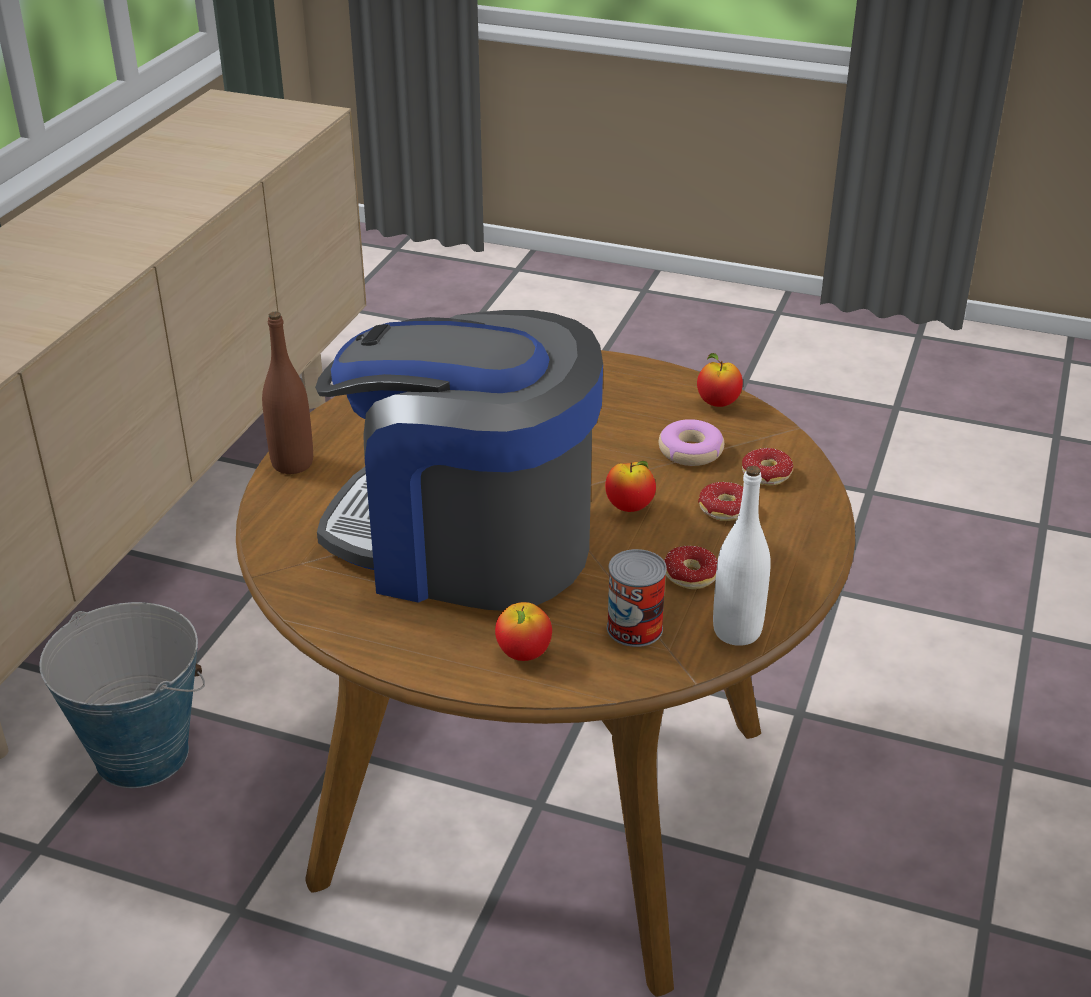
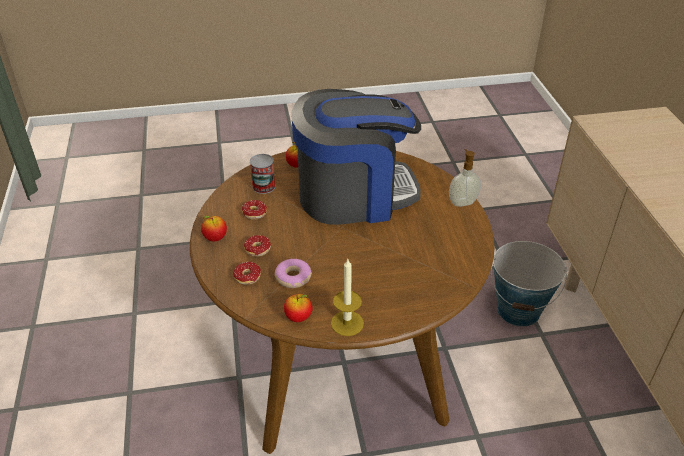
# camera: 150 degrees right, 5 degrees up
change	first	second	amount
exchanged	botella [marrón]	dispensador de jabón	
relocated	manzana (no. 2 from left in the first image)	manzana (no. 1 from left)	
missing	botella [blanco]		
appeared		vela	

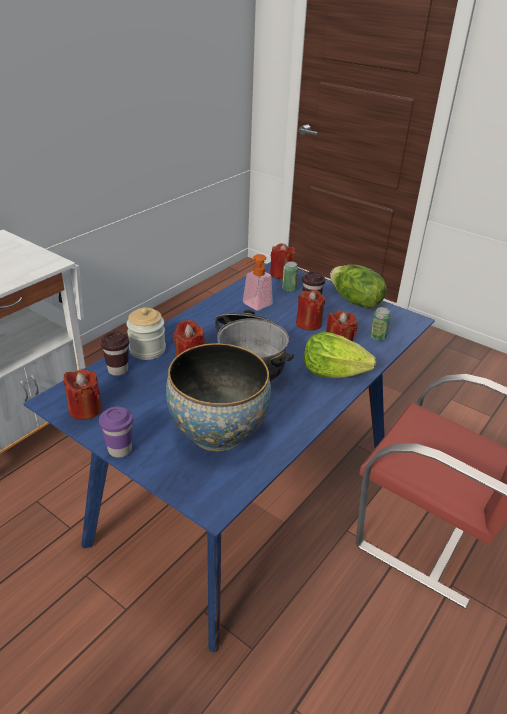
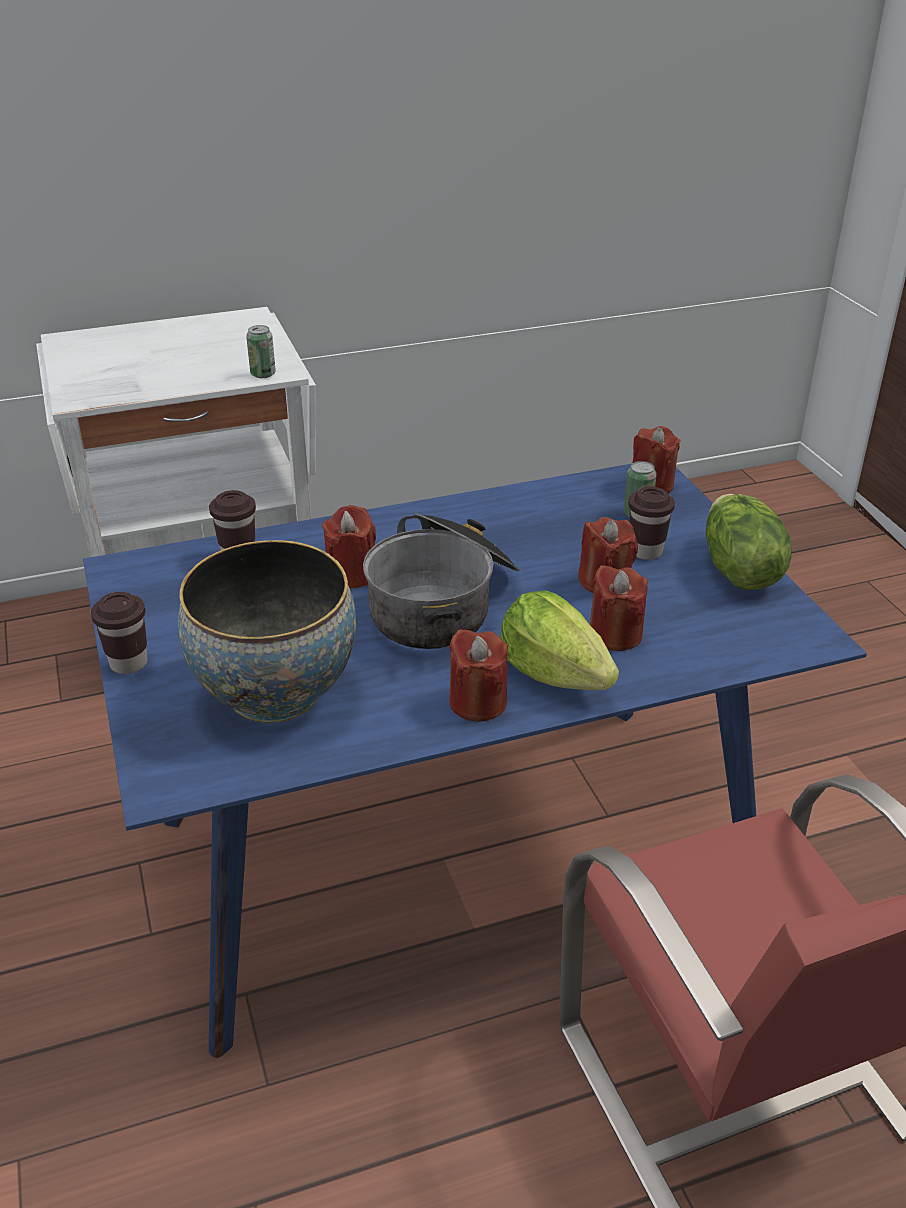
# camera: 35 degrees right, 0 degrees up
change	first	second	amount
relocated	vela [rojo] (no. 1 from left in the first image)	vela [rojo] (no. 2 from left)	
colour	taza [morado]	taza [marrón] (no. 1 from left)	
missing	tarro		
missing	dispensador de jabón		
relocated	lata (no. 2 from left in the first image)	lata (no. 1 from left)	

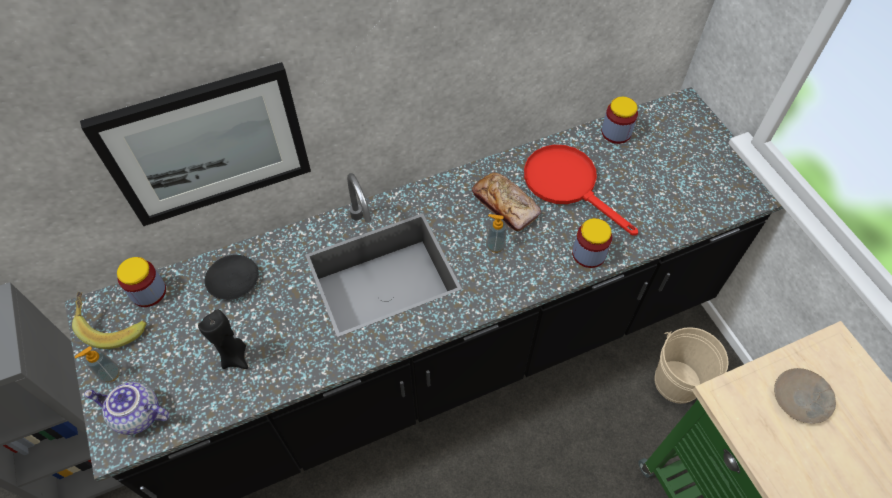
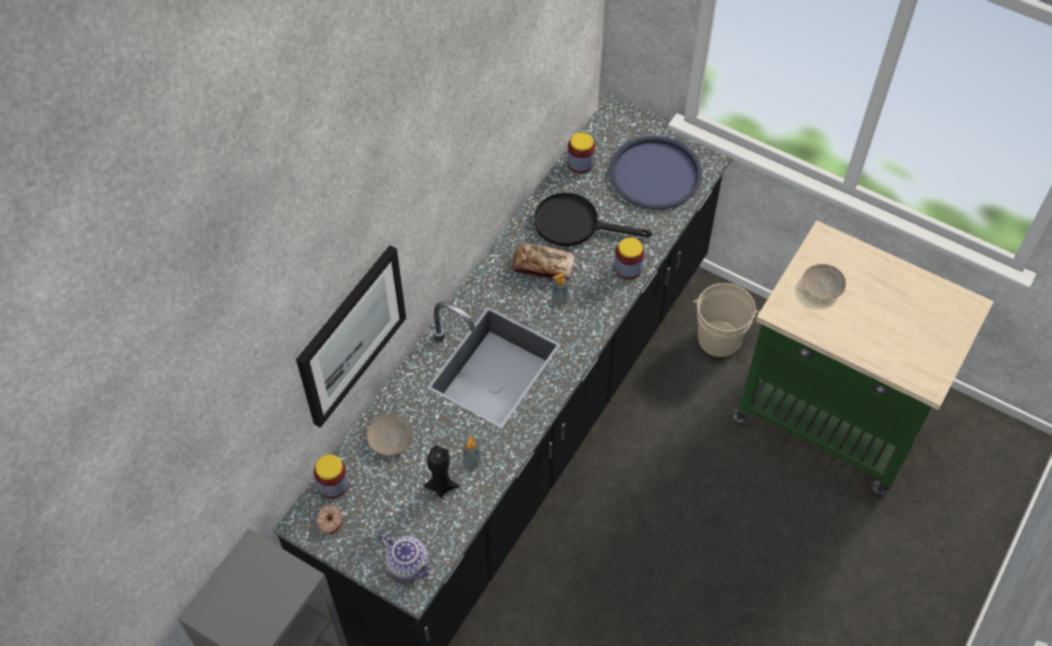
# camera: 35 degrees left, 0 degrees up
change	first	second	amount
exchanged	plátano	rosquilla	
relocated	dispensador de jabón (no. 1 from left)		
spun	tetera		120 degrees counterclockwise
colour	plato [negro]	plato [beis] (no. 1 from left)	
colour	sartén [rojo]	sartén [negro]	
appeared		bandeja [azul]	

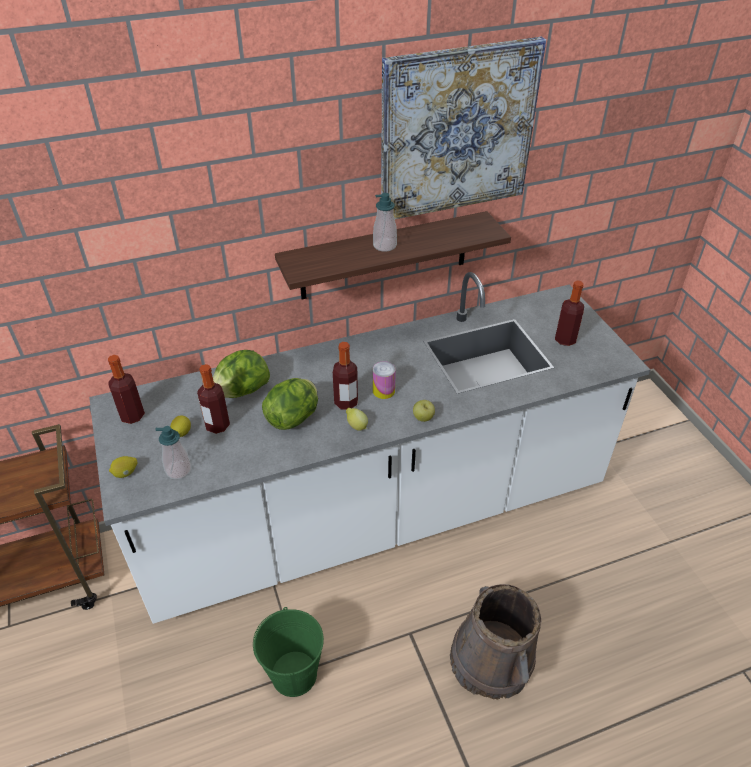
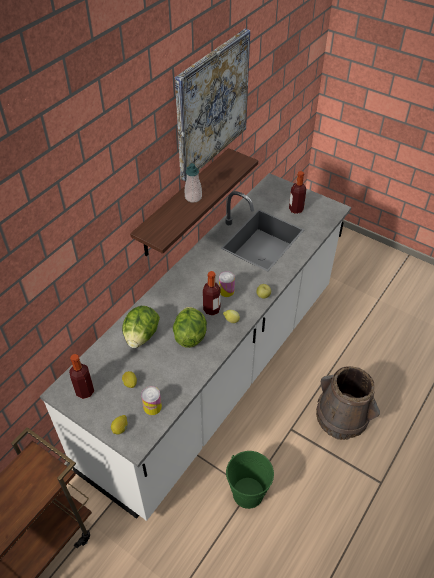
# camera: 35 degrees left, 5 degrees up
change	first	second	amount
exchanged	dispensador de jabón (no. 1 from left)	lata (no. 1 from left)	
missing	botella (no. 2 from left)		

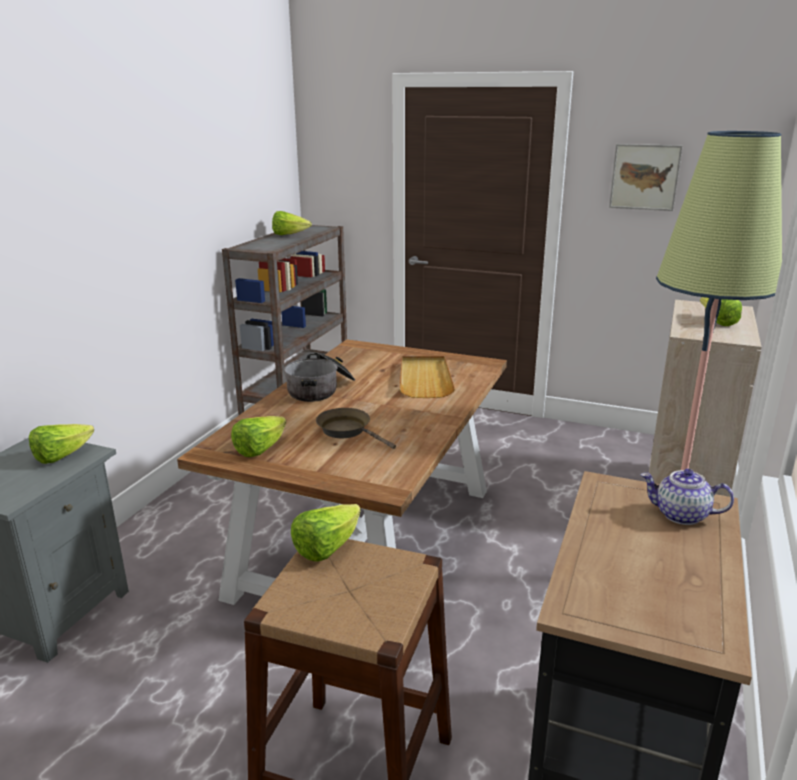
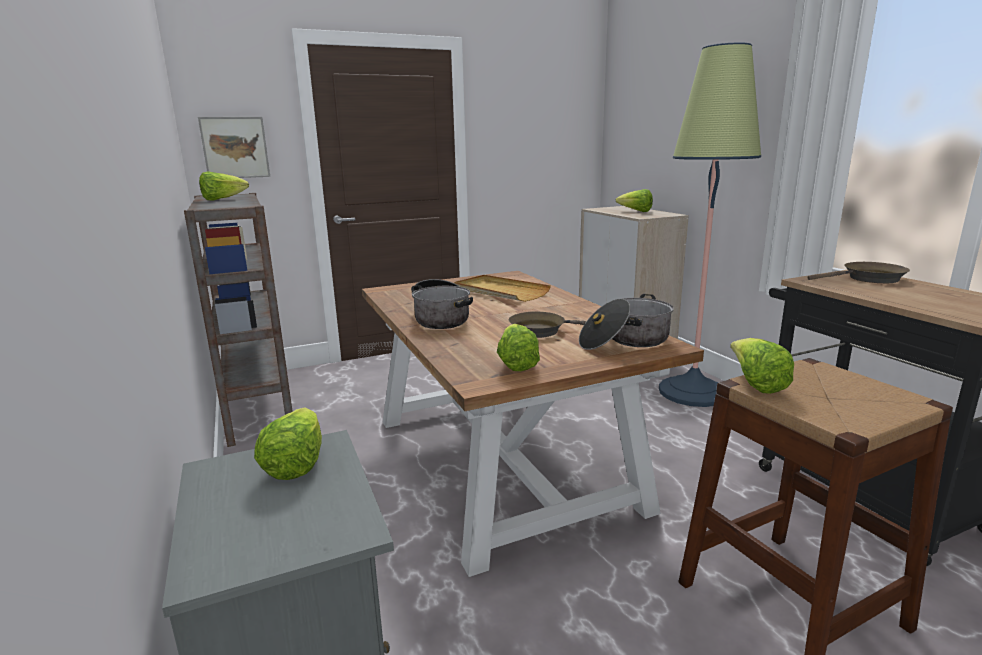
# camera: 45 degrees left, 5 degrees down
change	first	second	amount
relocated	cuadro		
exchanged	tetera	sartén [marrón] (no. 2 from left)	
appeared		olla (no. 2 from left)	

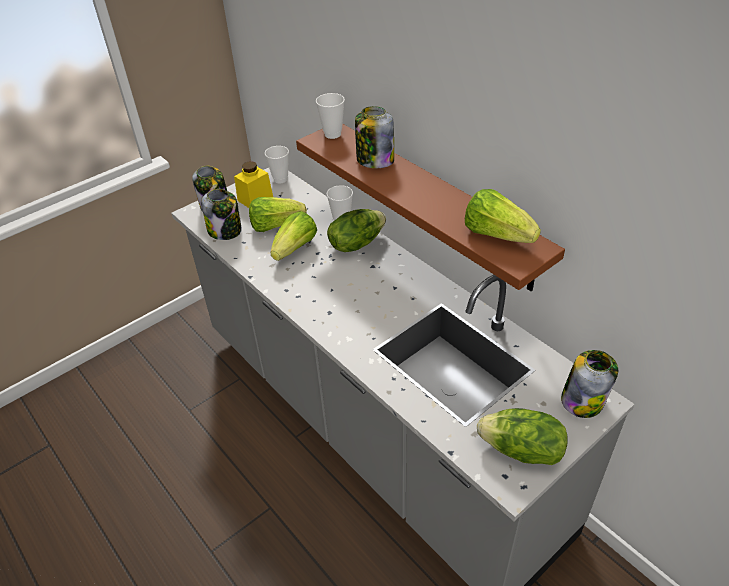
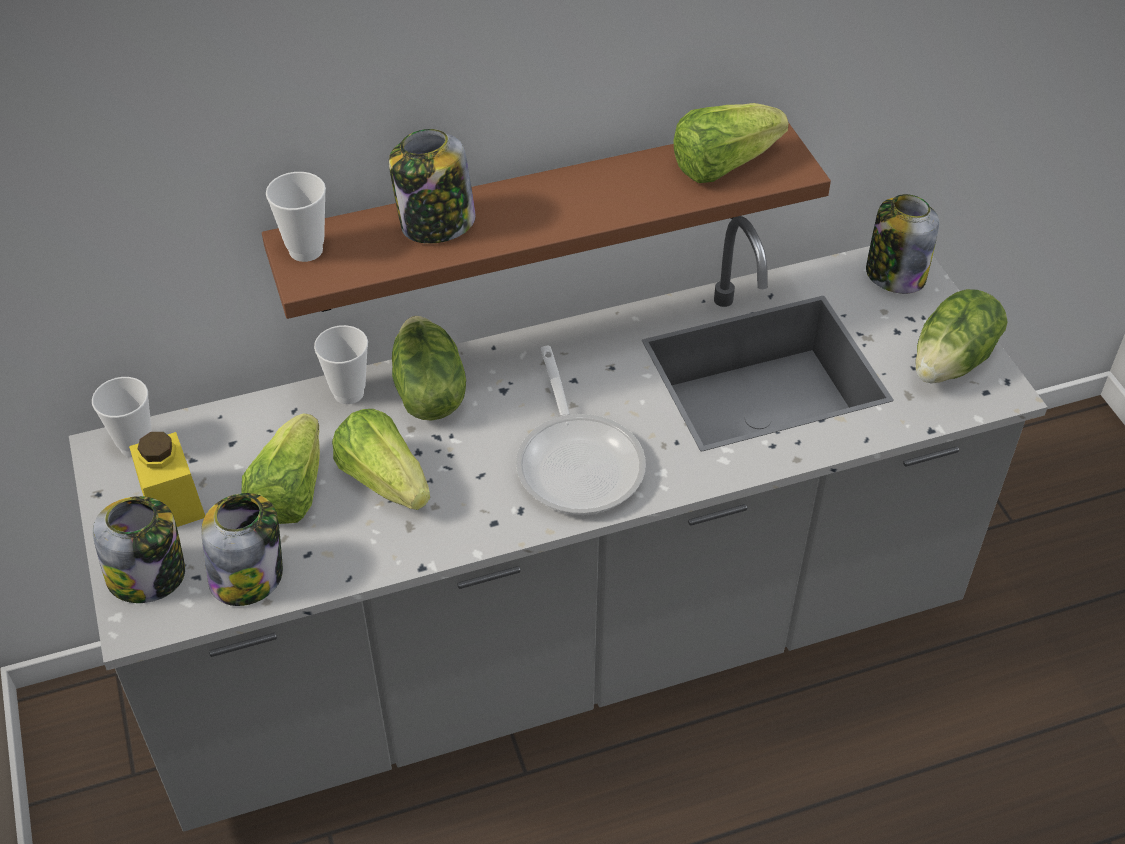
# camera: 70 degrees left, 5 degrees up
change	first	second	amount
appeared		sartén	

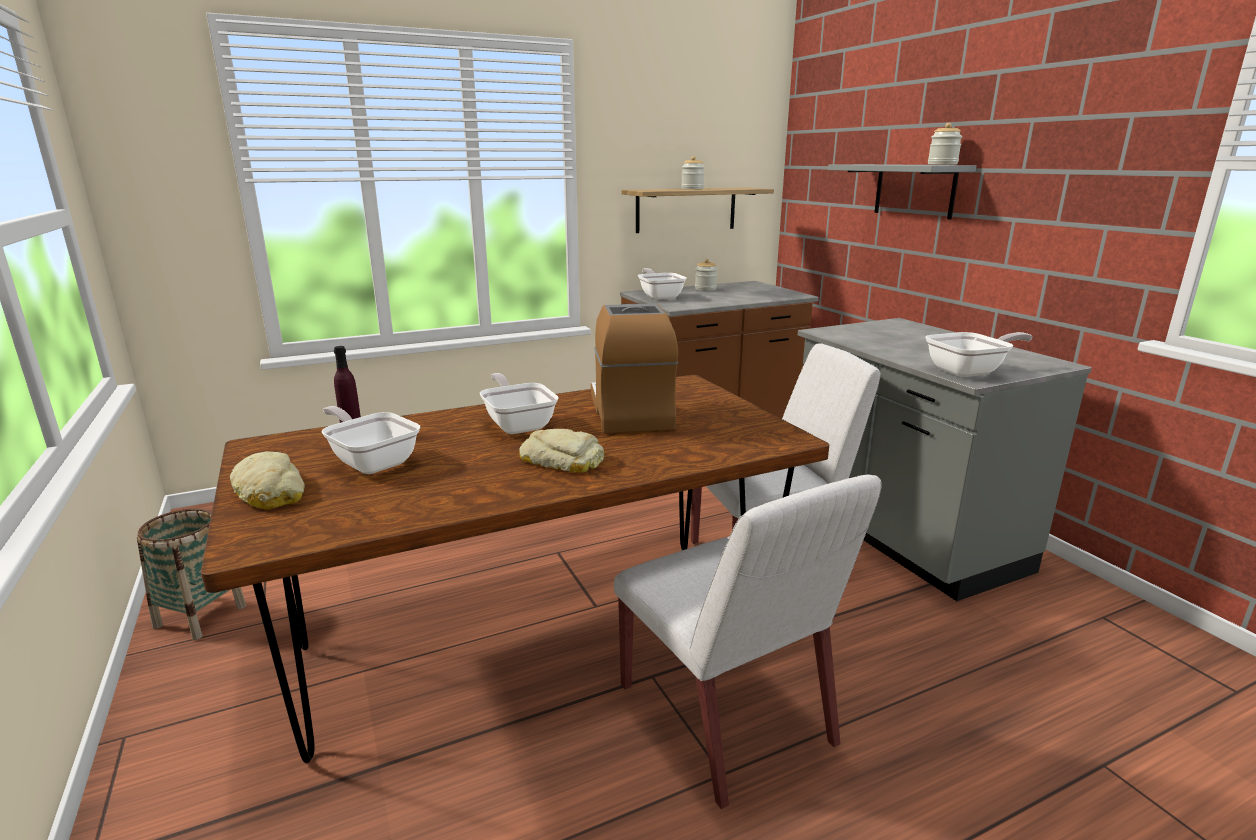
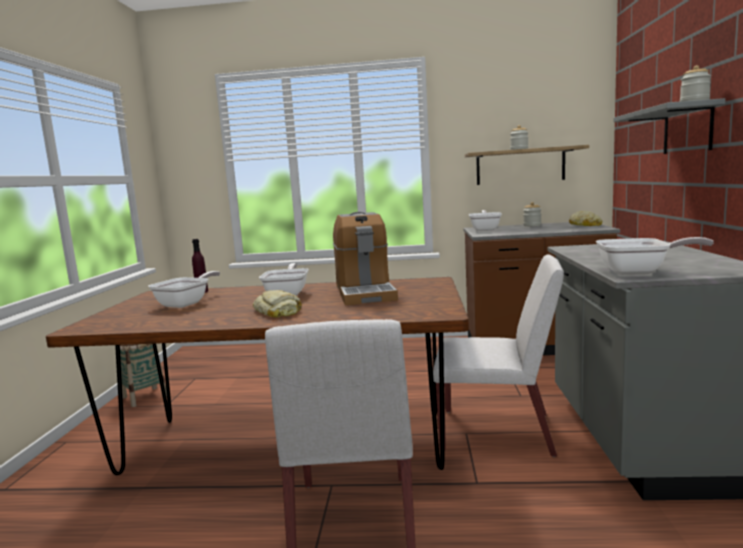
# camera: 30 degrees right, 10 degrees down
change	first	second	amount
relocated	pan (no. 1 from left in the first image)	pan (no. 2 from left)	
spun	sartén (no. 1 from left)		45 degrees clockwise
spun	cafetera		150 degrees clockwise

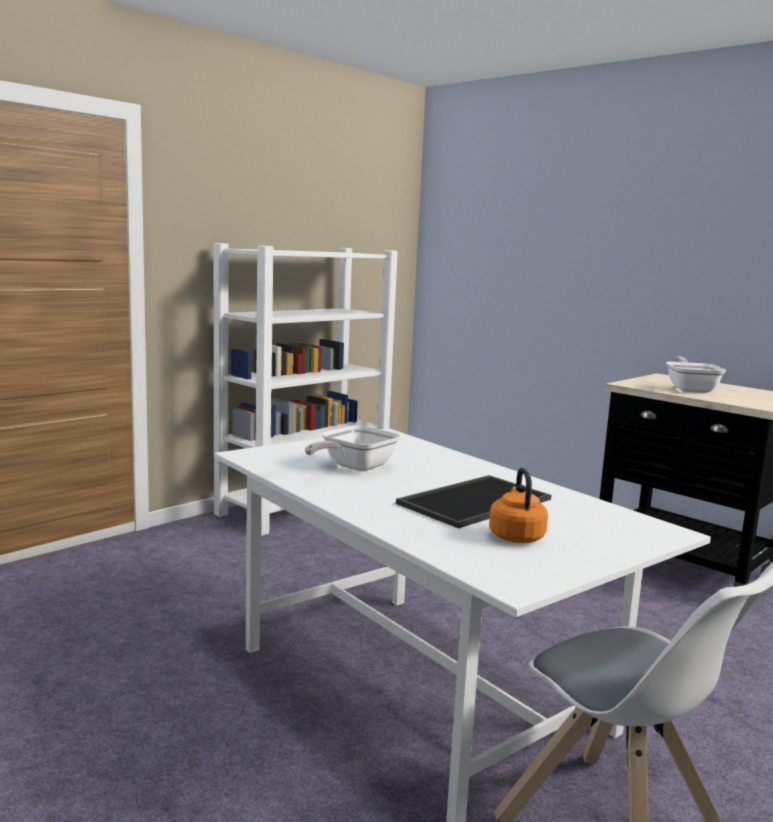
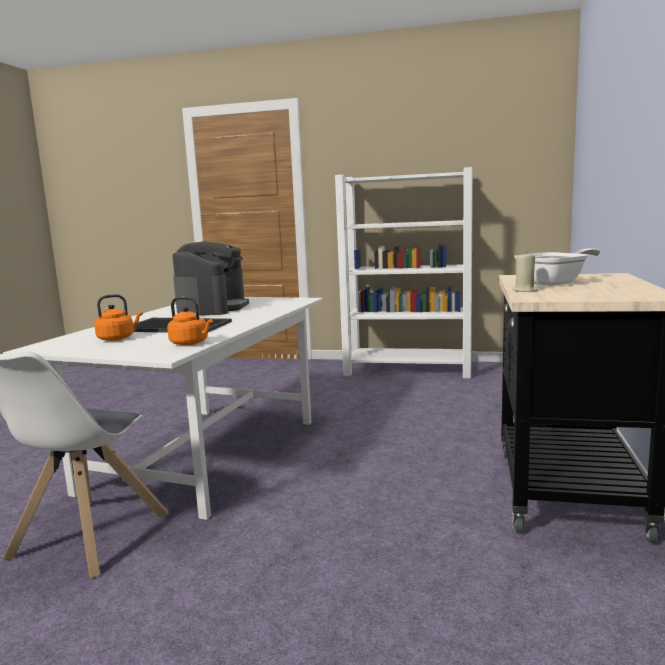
# camera: 60 degrees right, 0 degrees up
change	first	second	amount
exchanged	sartén (no. 1 from left)	cafetera	
appeared		hervidor [naranja] (no. 2 from left)	
appeared		vela [beis]	

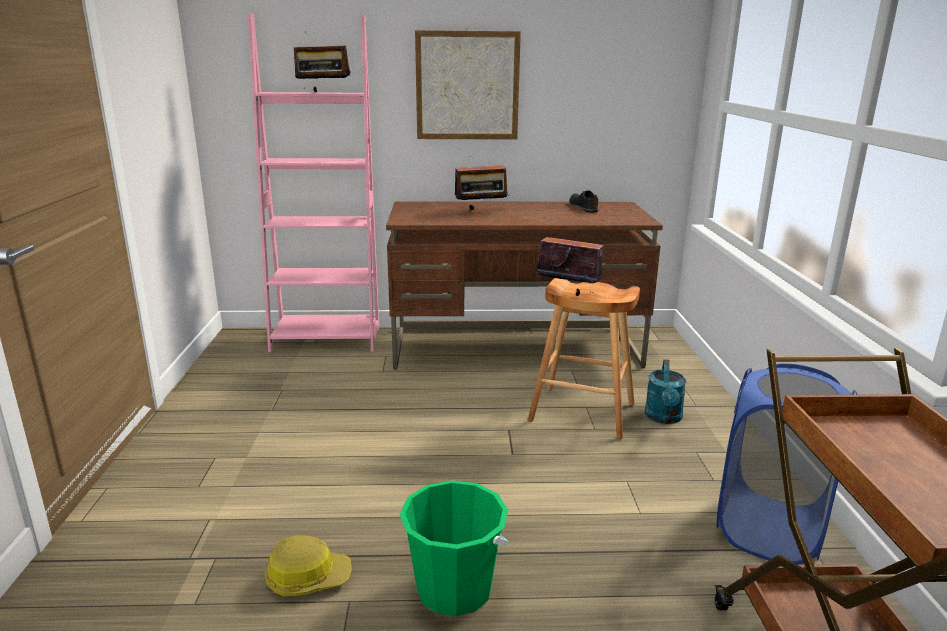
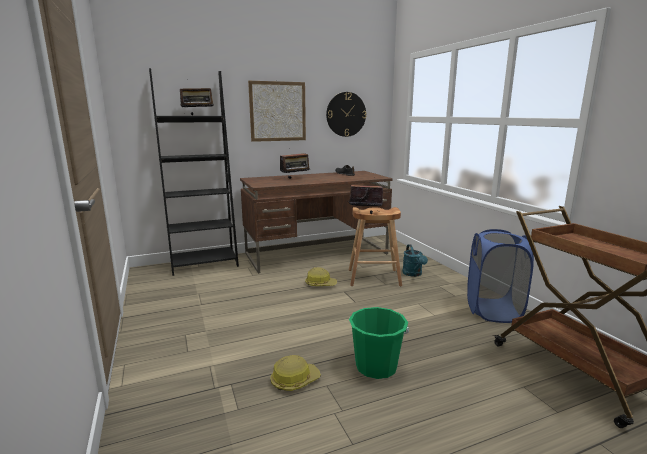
# camera: 20 degrees left, 5 degrees down
change	first	second	amount
colour	estantería [rosa]	estantería [negro]	
appeared		casco (no. 2 from left)	
appeared		reloj de pared	

